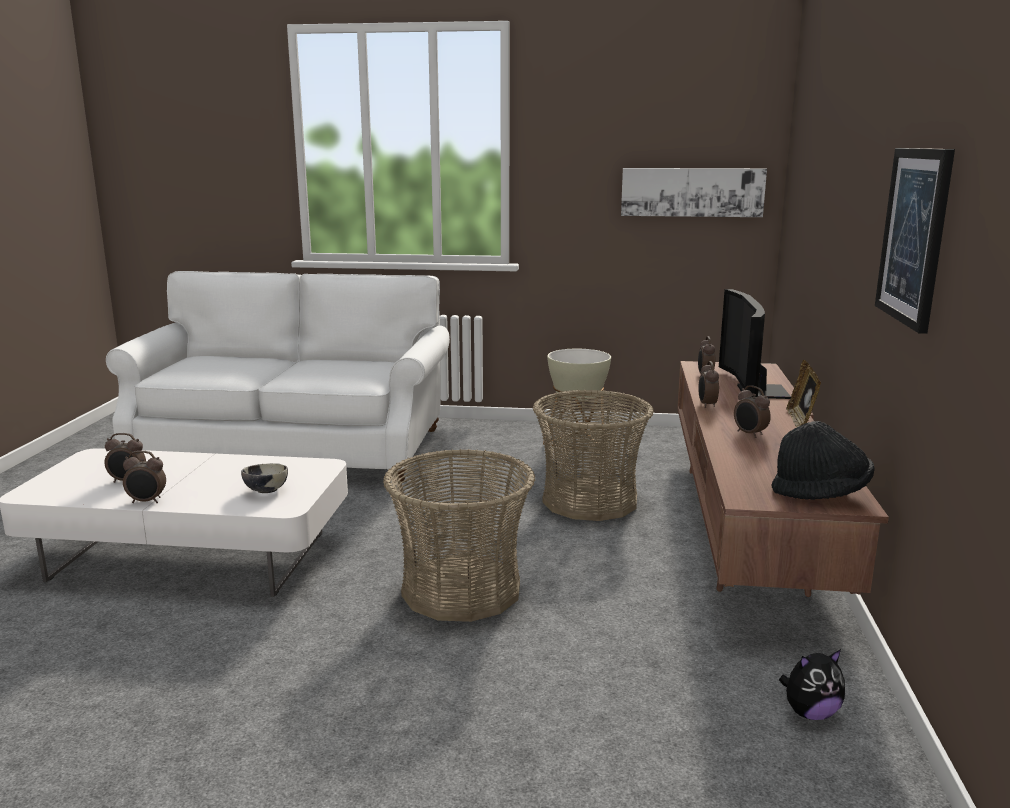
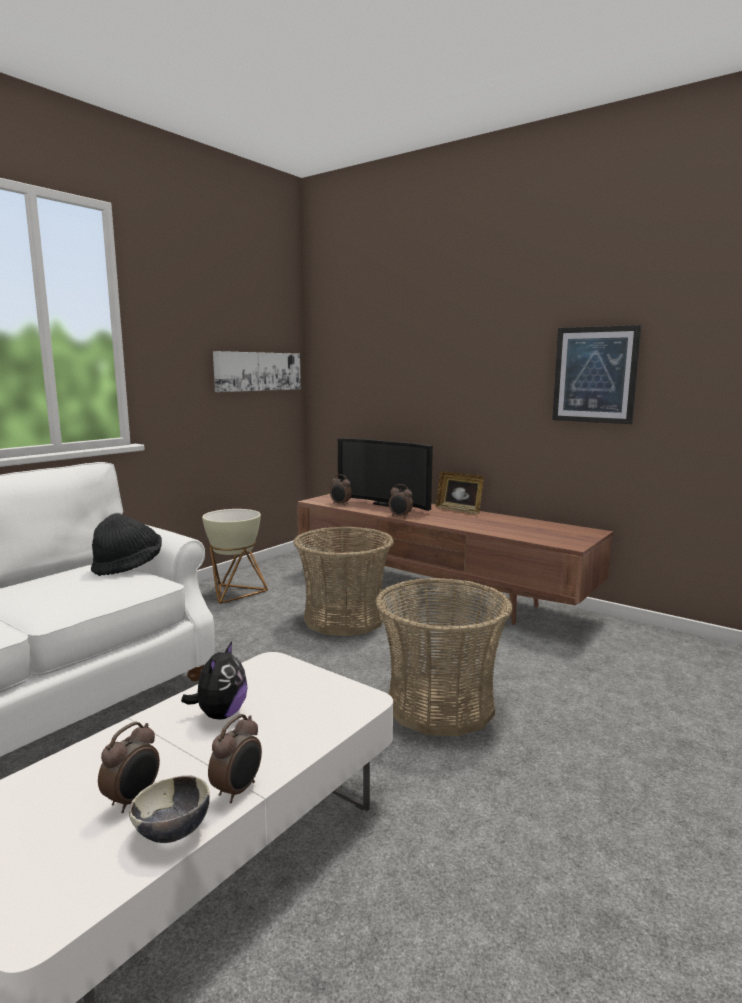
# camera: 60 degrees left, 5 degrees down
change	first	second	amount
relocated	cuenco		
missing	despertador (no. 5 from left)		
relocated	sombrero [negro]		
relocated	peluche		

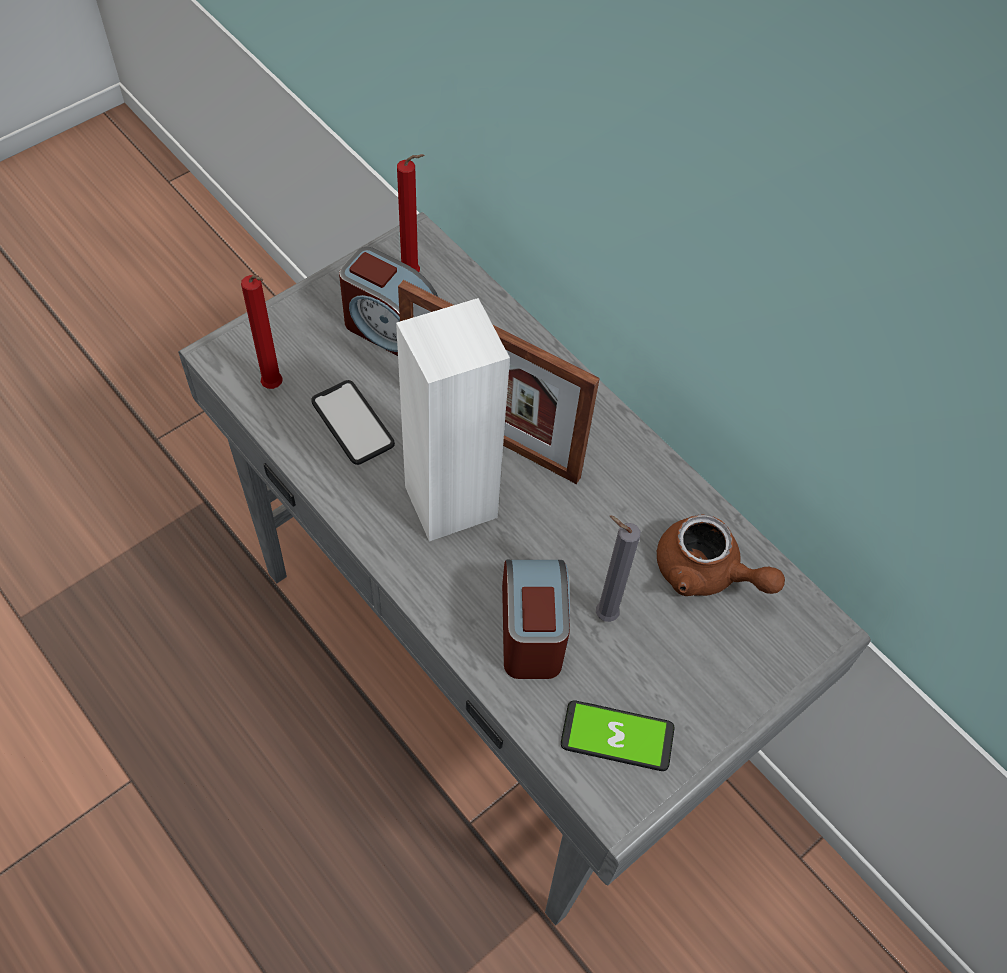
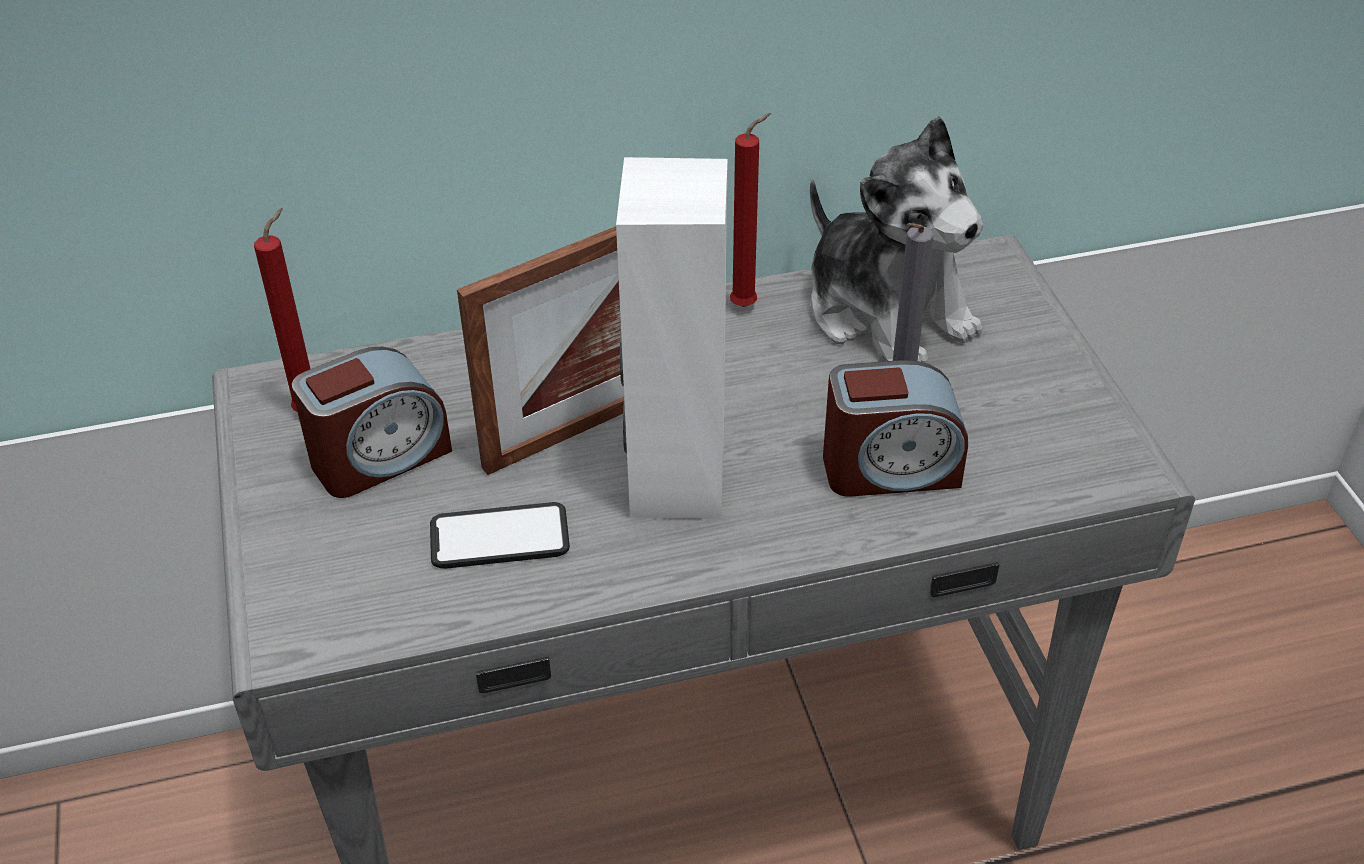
# camera: 60 degrees left, 15 degrees down
change	first	second	amount
relocated	vela [rojo] (no. 1 from left in the first image)	vela [rojo] (no. 2 from left)	
spun	despertador (no. 2 from left)		150 degrees clockwise
missing	móvil (no. 2 from left)		
exchanged	tetera [marrón]	peluche	

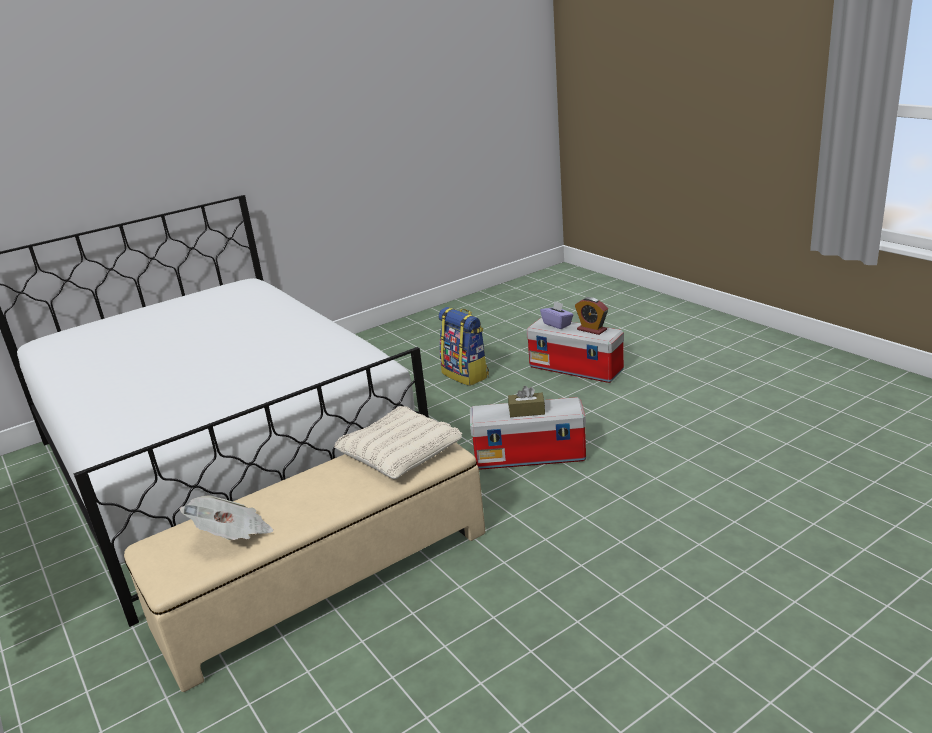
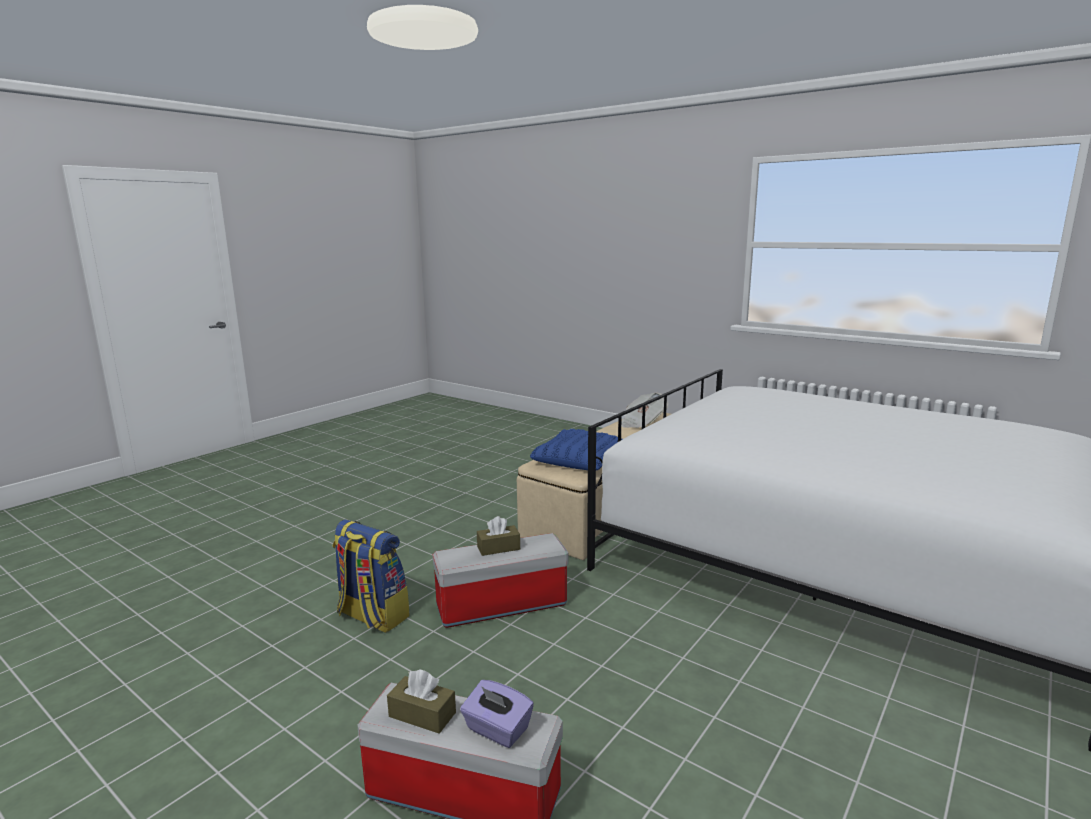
# camera: 160 degrees right, 10 degrees down
change	first	second	amount
colour	cojín [beis]	cojín [azul]	
relocated	mochila		
exchanged	despertador	caja de pañuelos [marrón] (no. 1 from left)	

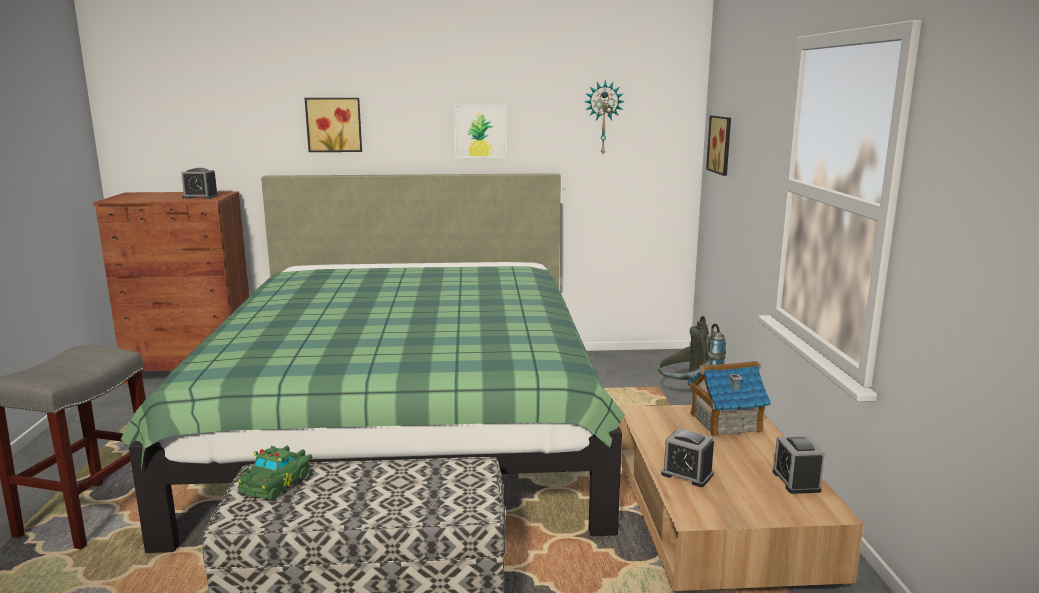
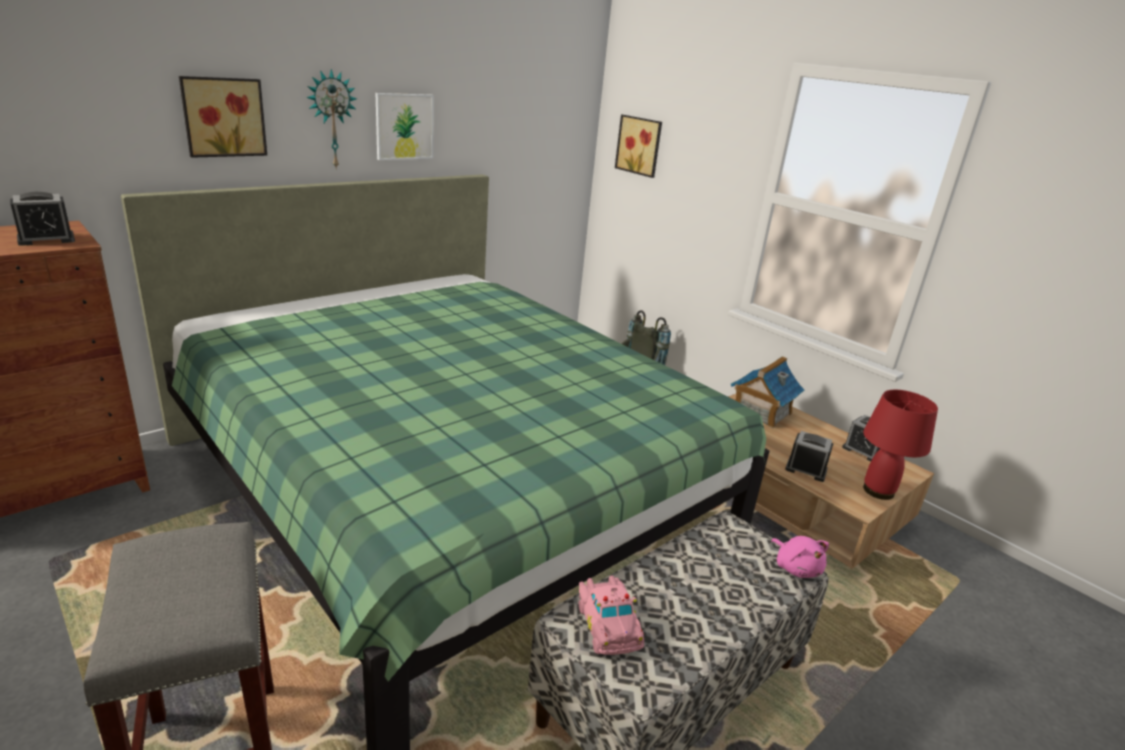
# camera: 40 degrees left, 10 degrees up
change	first	second	amount
colour	coche de juguete [verde]	coche de juguete [rosa]	
relocated	reloj de pared		
spun	despertador (no. 2 from left)		150 degrees counterclockwise
appeared		peluche [rosa]	
appeared		lámpara de mesa [rojo]	

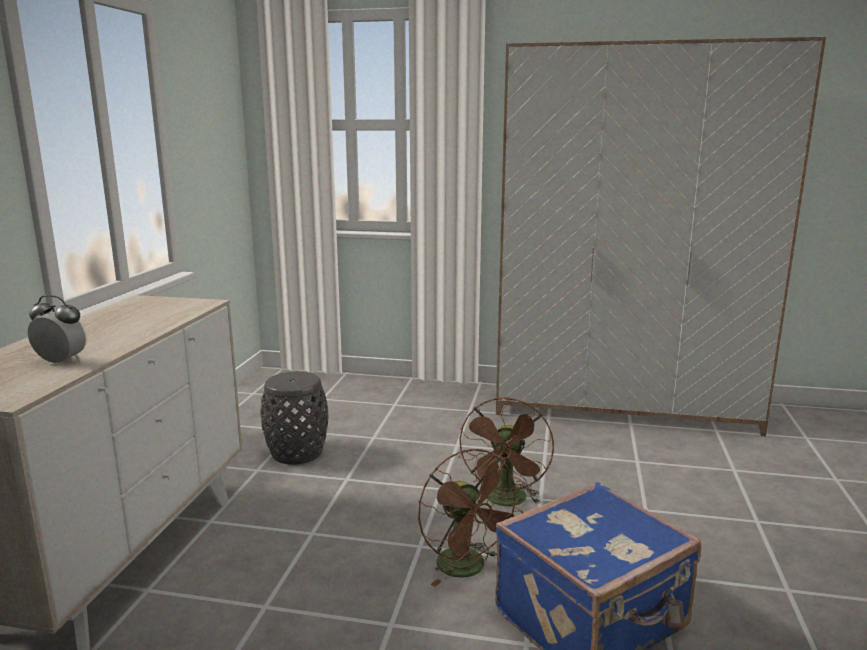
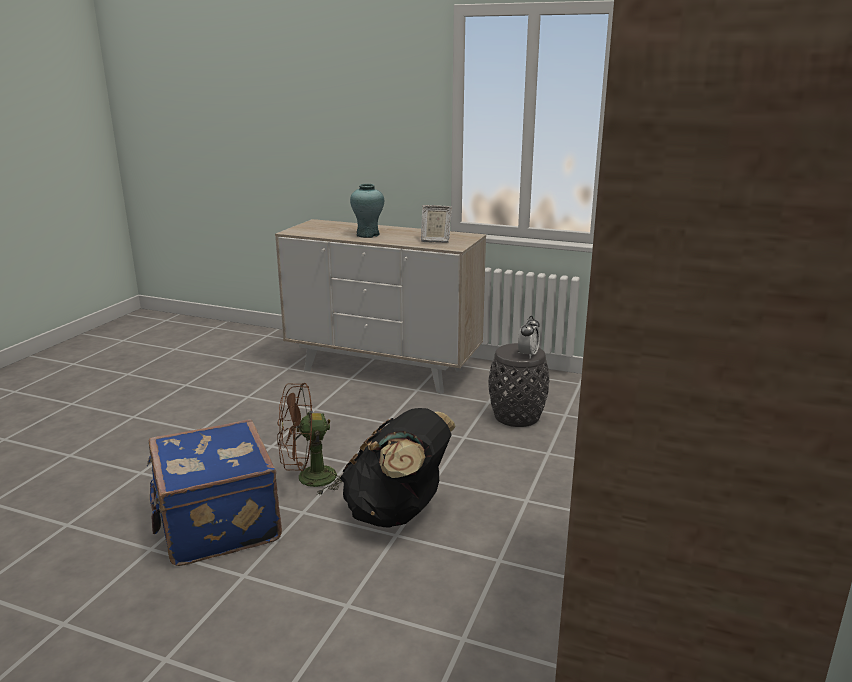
# camera: 100 degrees right, 5 degrees up
change	first	second	amount
relocated	despertador		
exchanged	ventilador [marrón] (no. 2 from left)	mochila [negro]	
appeared		florero [turquesa]	
appeared		portarretratos	

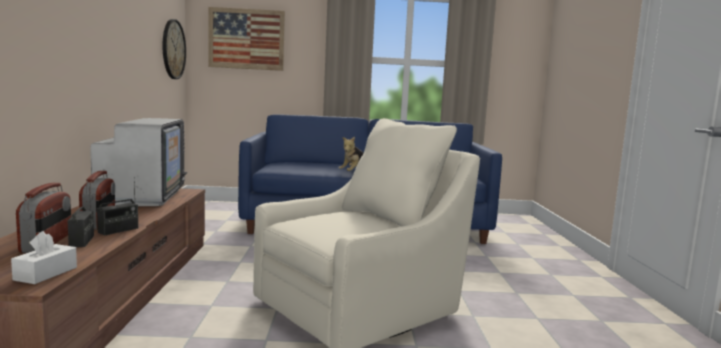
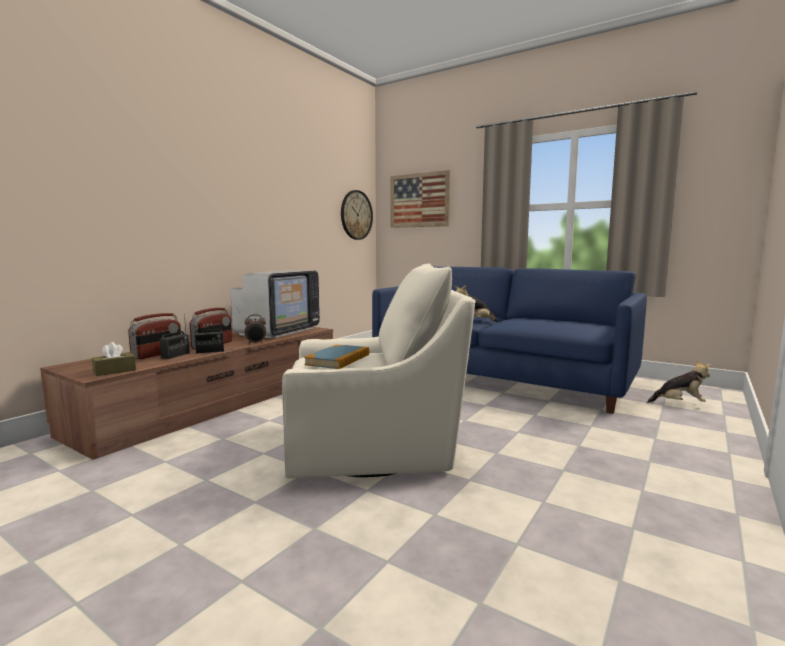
# camera: 35 degrees right, 0 degrees up
change	first	second	amount
colour	caja de pañuelos [blanco]	caja de pañuelos [marrón]	
appeared		despertador	
appeared		libro	
appeared		peluche (no. 2 from left)	

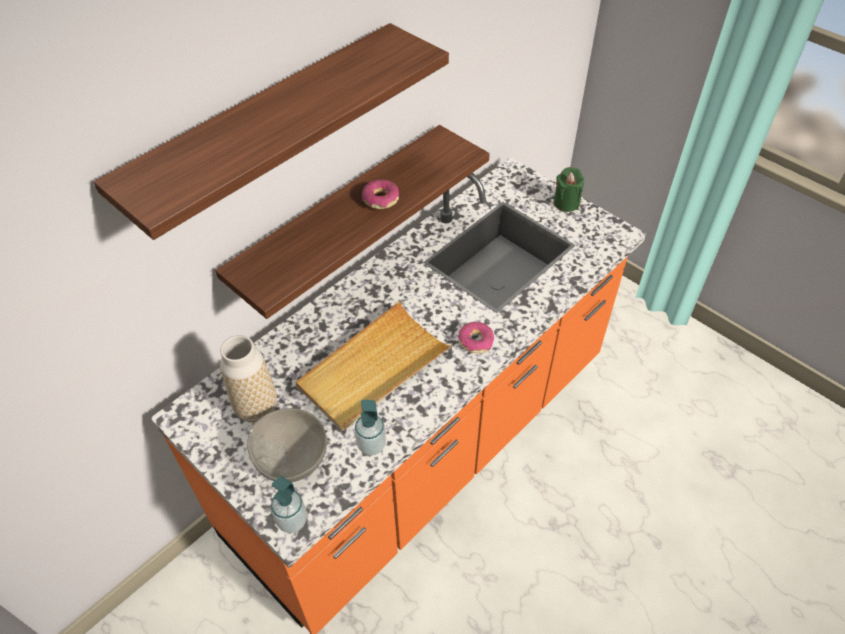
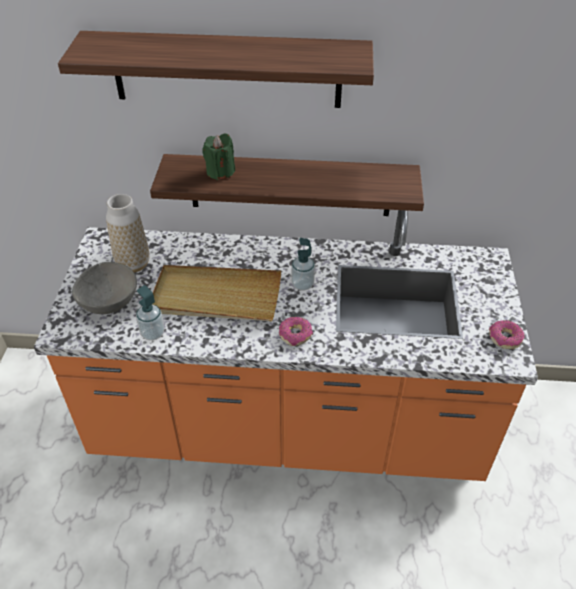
# camera: 50 degrees right, 5 degrees down
change	first	second	amount
relocated	dispensador de jabón (no. 1 from left in the first image)	dispensador de jabón (no. 2 from left)	
relocated	rosquilla (no. 1 from left in the first image)	rosquilla (no. 2 from left)	
relocated	vela [verde]		

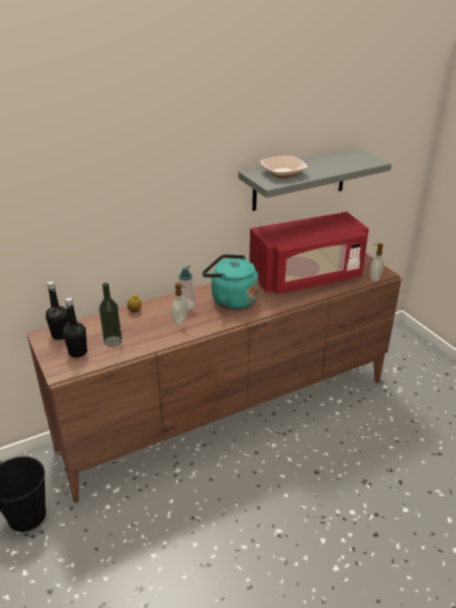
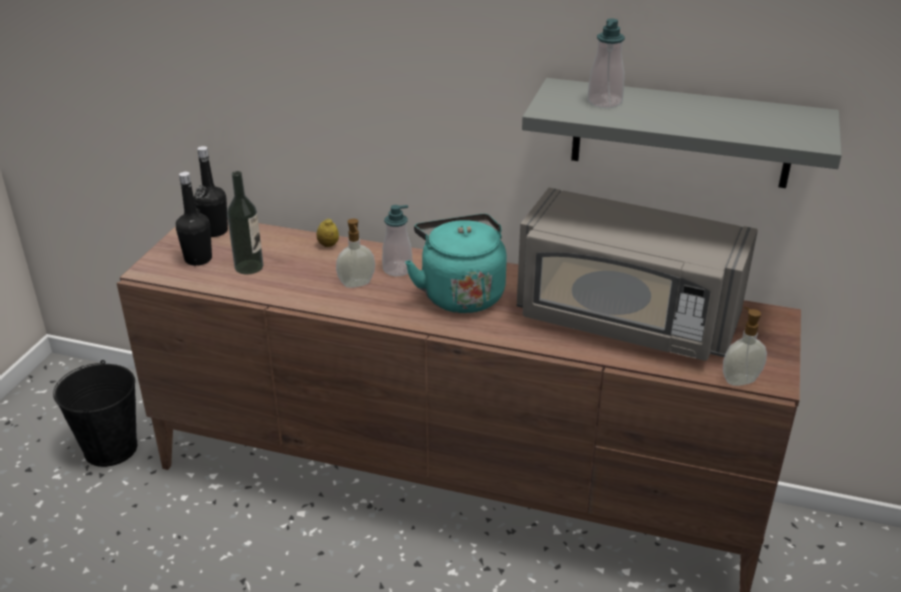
# camera: 45 degrees right, 0 degrees up
change	first	second	amount
colour	microondas [rojo]	microondas [gris]	
exchanged	cuenco	dispensador de jabón (no. 3 from left)	

